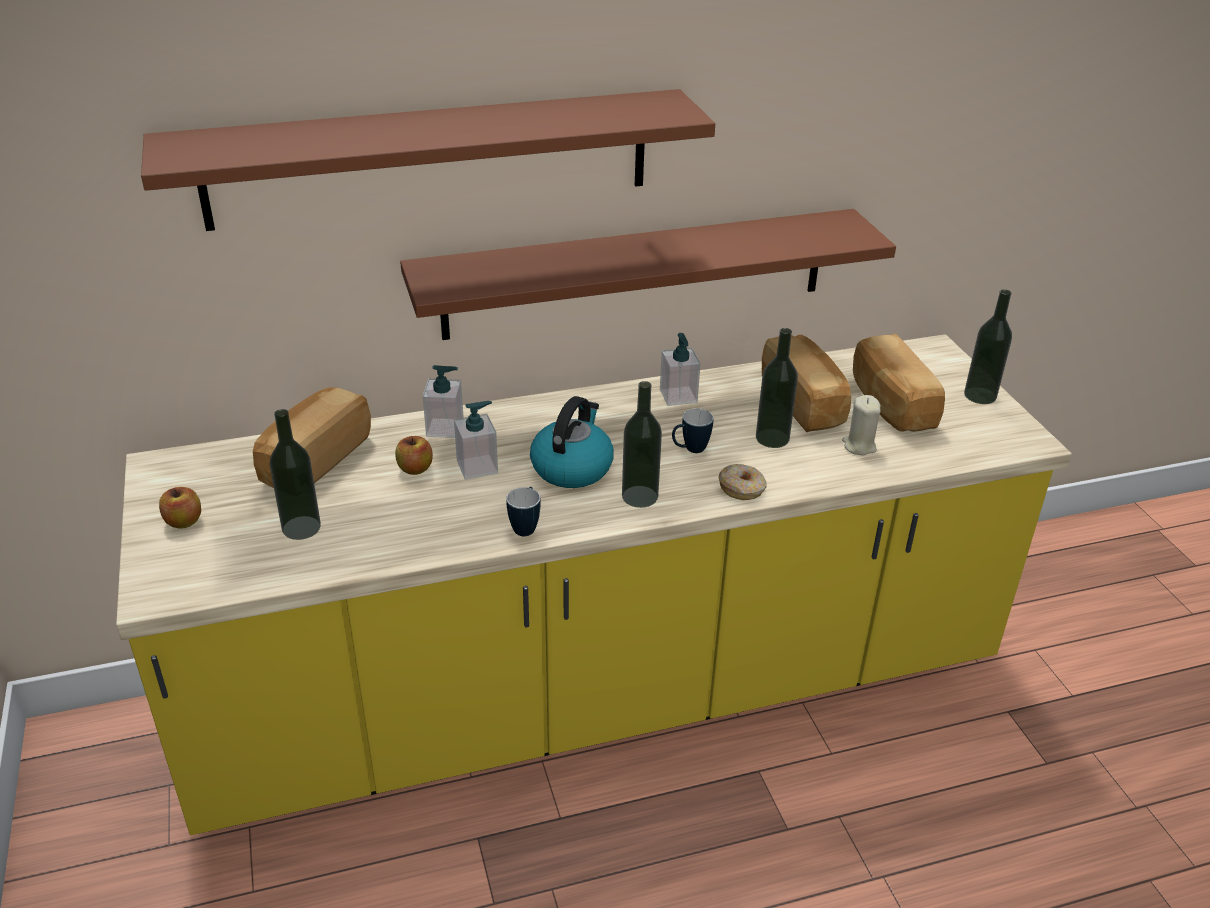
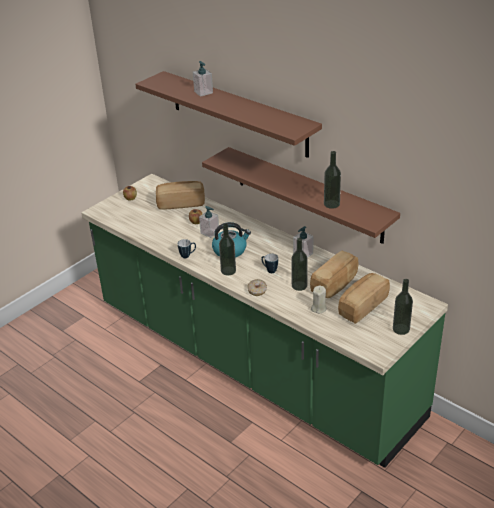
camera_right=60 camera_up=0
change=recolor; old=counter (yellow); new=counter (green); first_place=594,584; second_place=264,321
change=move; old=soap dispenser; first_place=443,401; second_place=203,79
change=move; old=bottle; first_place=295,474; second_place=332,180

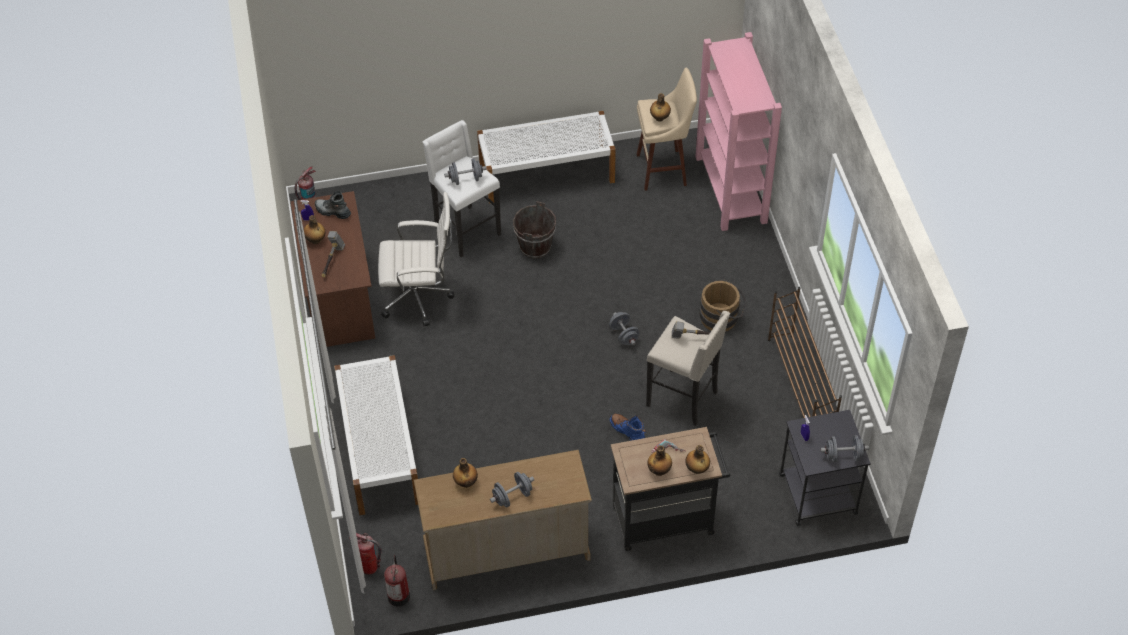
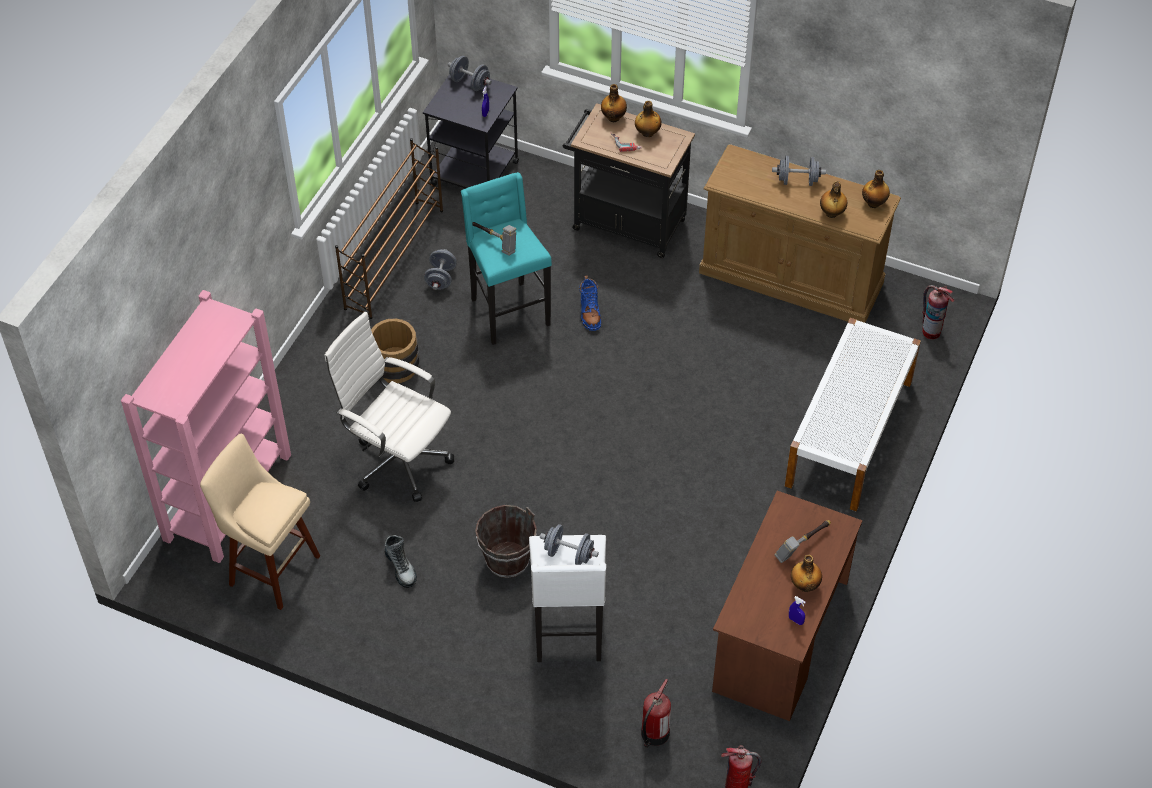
camera_right=-145 camera_up=0
change=move; old=bottle; first_place=660,107; second_place=876,189
change=delete; old=bench (white); first_place=546,157
change=move; old=boot; first_place=333,205; second_place=401,561
change=move; old=office chair (white); first_place=416,259; second_place=389,407
change=recolor; old=stool (beige); new=stool (turquoise); first_place=688,368; second_place=506,258
change=move; old=dumbbell (grey); first_place=624,328; second_place=440,269
change=move; old=fire extinguisher; first_place=397,581; second_place=656,713

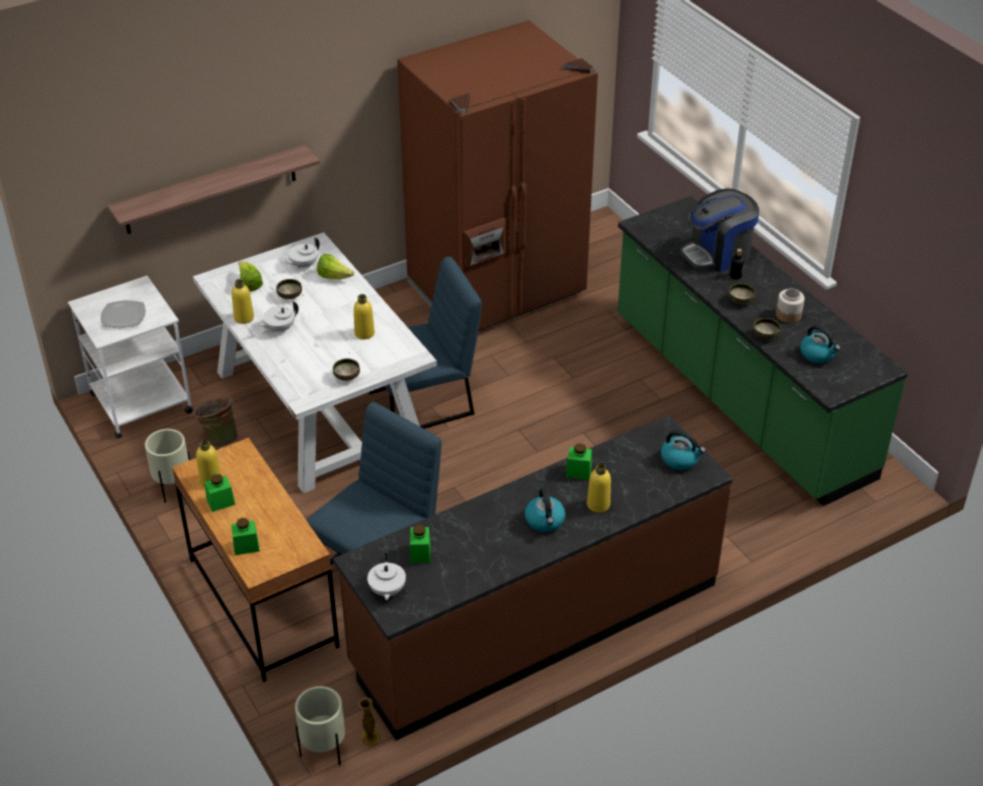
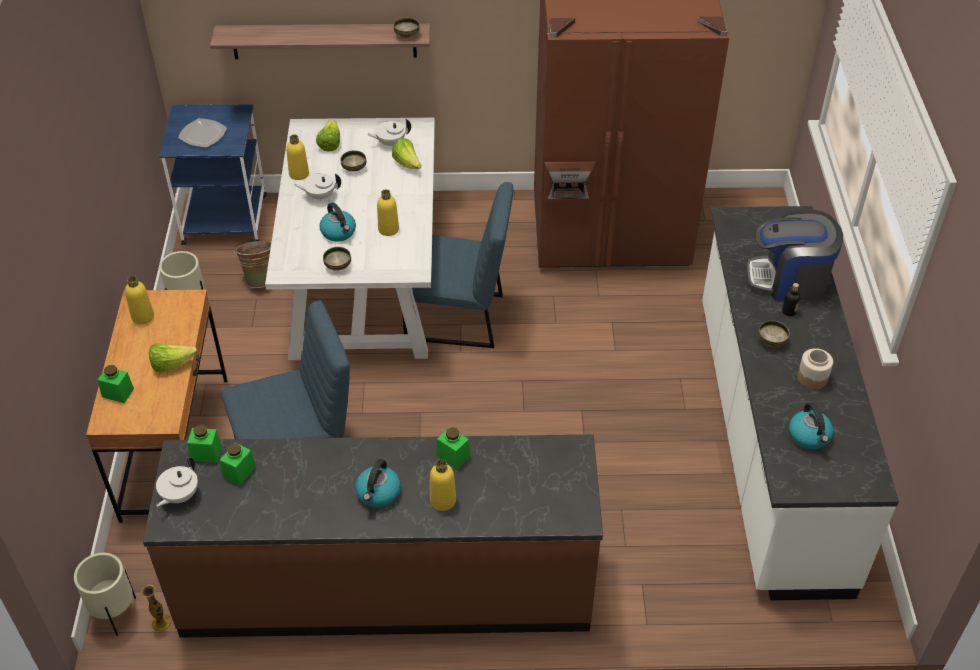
camera_right=30 camera_up=5
change=recolor; old=counter (green); new=counter (white); first_place=763,351; second_place=800,403
change=recolor; old=cart (white); new=cart (blue); first_place=130,357; second_place=213,174
change=move; old=bowl; first_place=766,328; second_place=407,27
change=move; old=kettle; first_place=683,450; second_place=337,222
change=move; old=jar (green); first_place=220,493; second_place=204,443
change=insert; new=lettuce; second_place=173,357

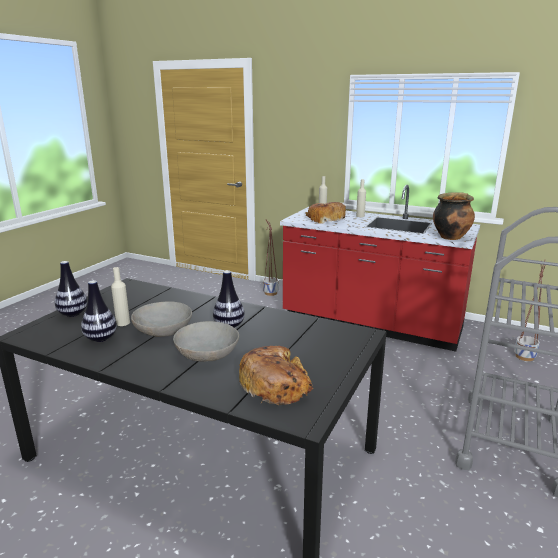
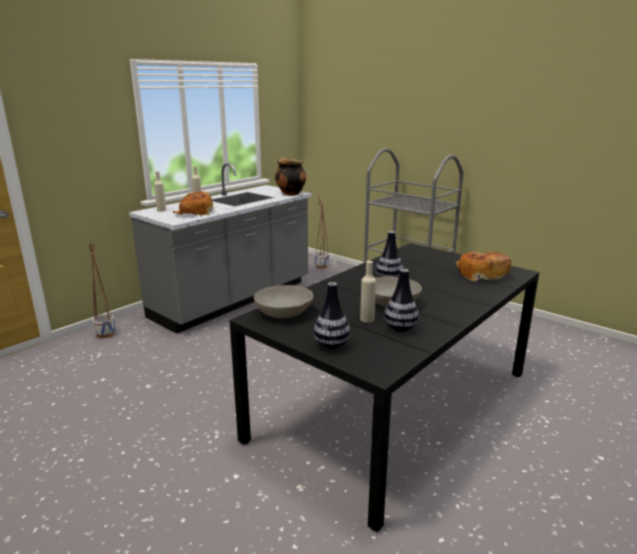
camera_right=-75 camera_up=0
change=recolor; old=counter (red); new=counter (grey); first_place=380,268; second_place=220,248
change=move; old=bowl (grey); first_place=206,341; second_place=283,301

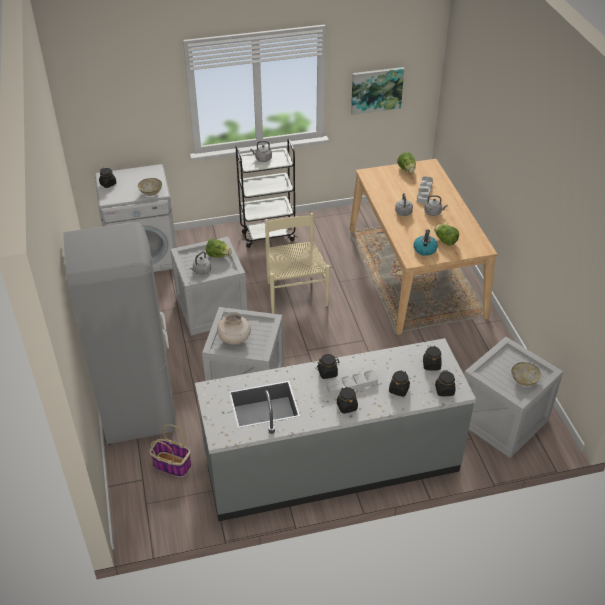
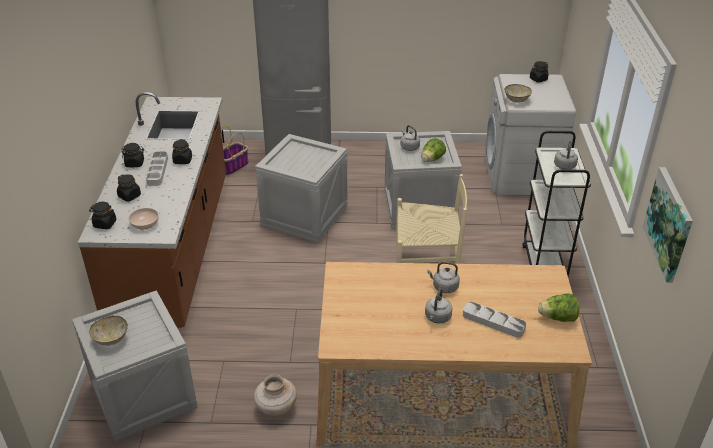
camera_right=105 camera_up=-5
change=delete; old=lettuce; first_place=446,235
change=delete; old=kettle; first_place=426,242
change=move; old=vase (beige); first_place=234,328; second_place=275,395
change=recolor; old=counter (grey); new=counter (brown); first_place=335,429; second_place=152,210
change=replace; old=jar (black); new=bowl; first_place=432,358; second_place=143,218

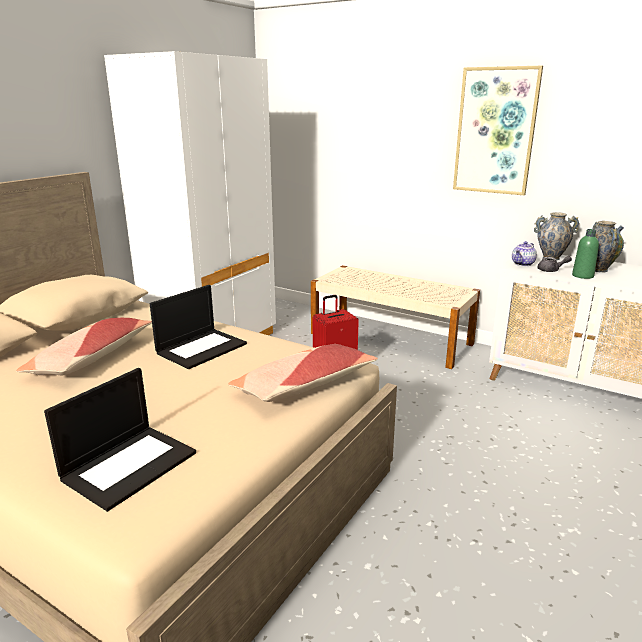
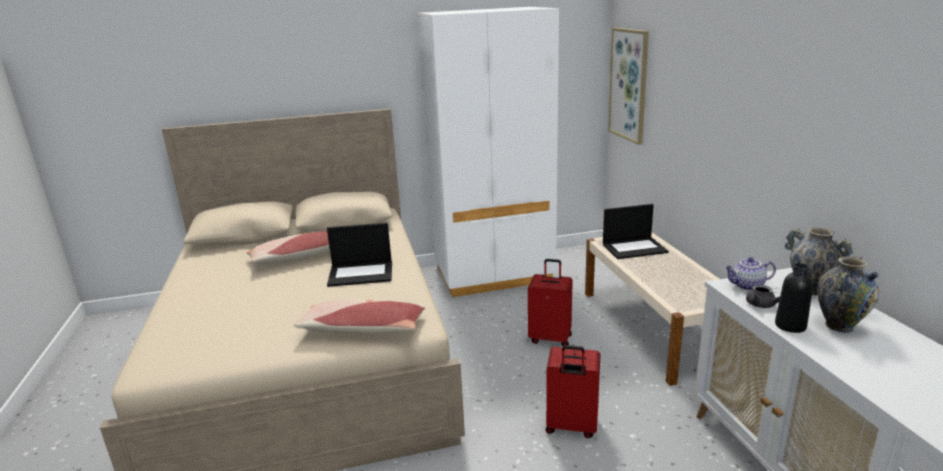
camera_right=45 camera_up=0
change=move; old=picture; first_place=498,130; second_place=628,86
change=recolor; old=bottle (green); new=bottle (black); first_place=585,254; second_place=794,298
change=move; old=laptop; first_place=120,440; second_place=636,231
change=insert; new=suitcase (red); second_place=573,391

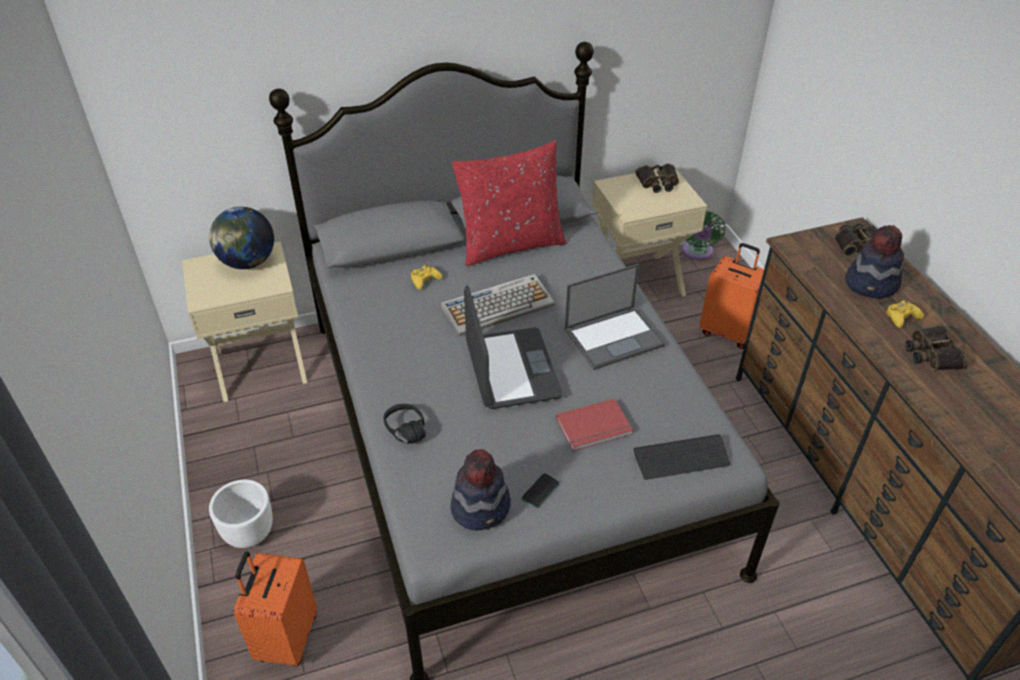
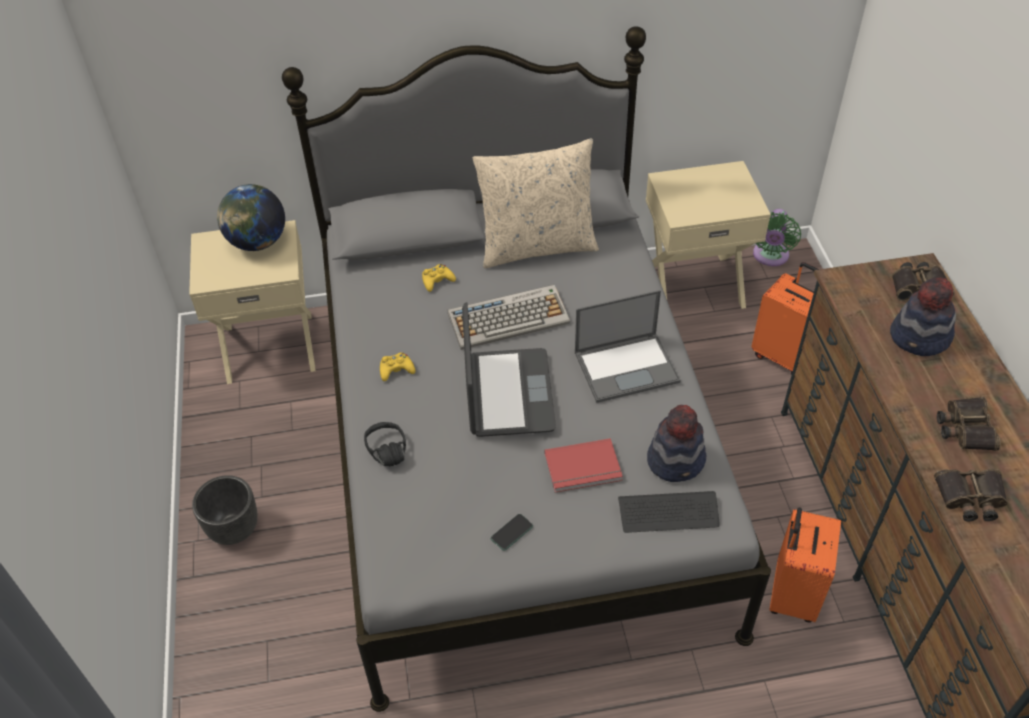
camera_right=10 camera_up=5
change=recolor; old=pillow (red); new=pillow (beige); first_place=509,203; second_place=536,203
change=move; old=binoculars; first_place=657,178; second_place=971,495
change=move; old=game controller (yellow); first_place=905,314; second_place=397,366
change=move; old=hat; first_place=481,490; second_place=676,443
change=recolor; old=planter (white); new=planter (black); first_place=241,514; second_place=225,510
change=move; old=suitcase (orange); first_place=275,609; second_place=805,565

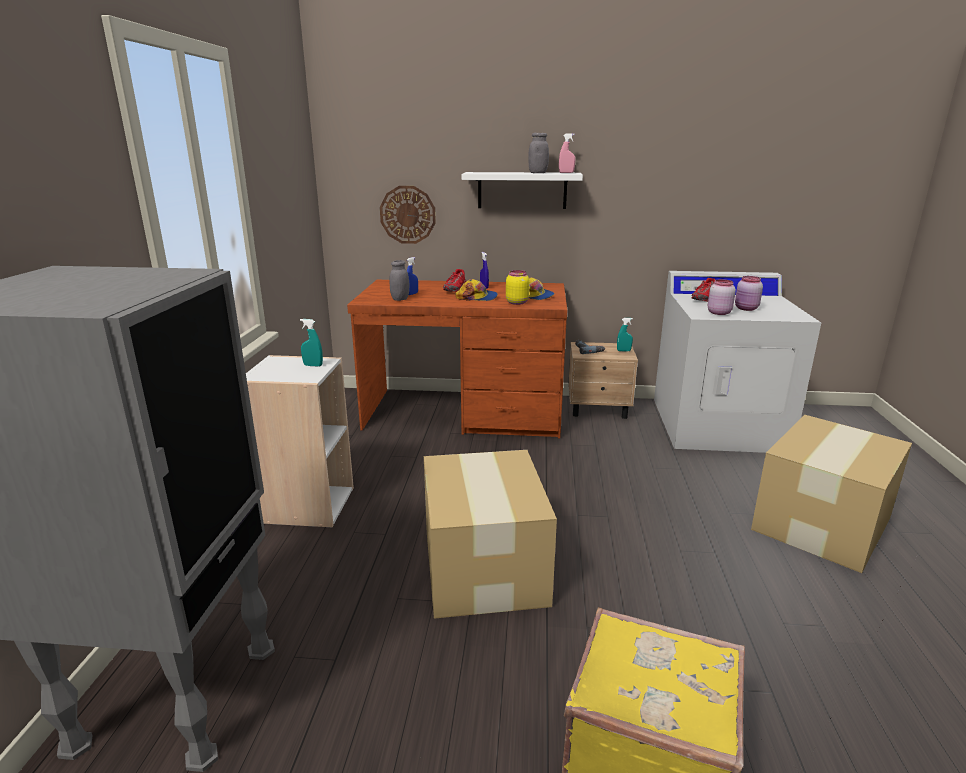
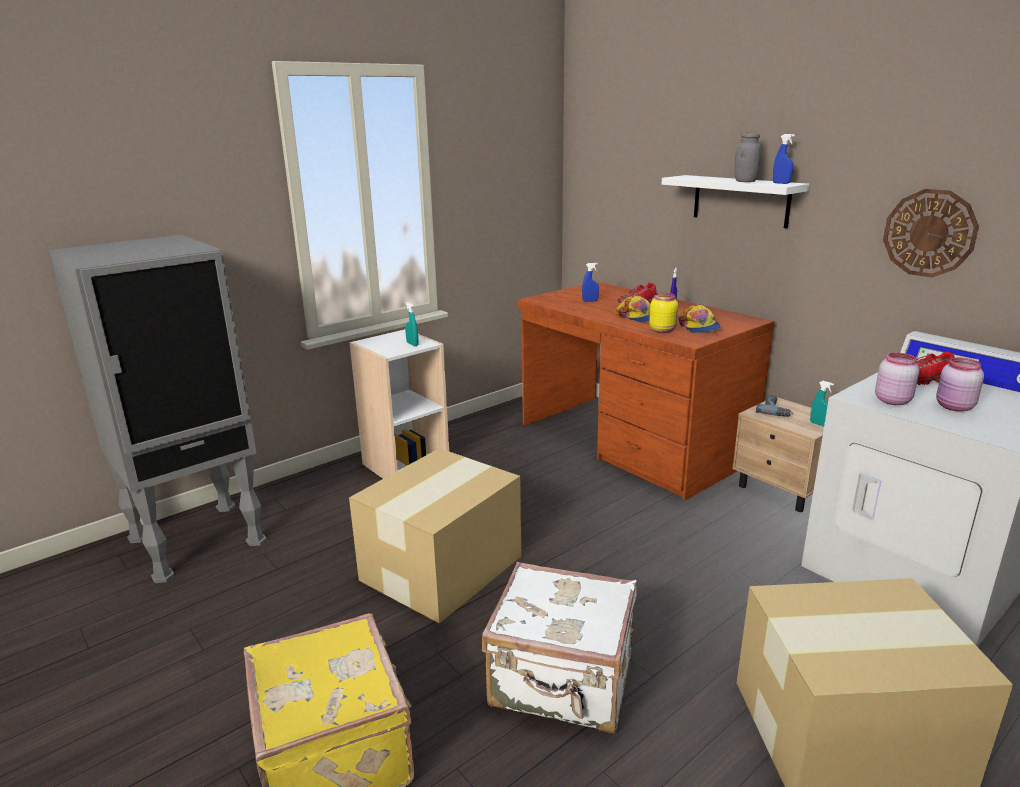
camera_right=45 camera_up=0
change=recolor; old=spray bottle (pink); new=spray bottle (blue); first_place=567,153; second_place=784,159
change=move; old=wall clock; first_place=408,215; second_place=931,233
change=delete; old=jar (grey); first_place=399,280
change=insert; new=suitcase (white); second_place=559,647

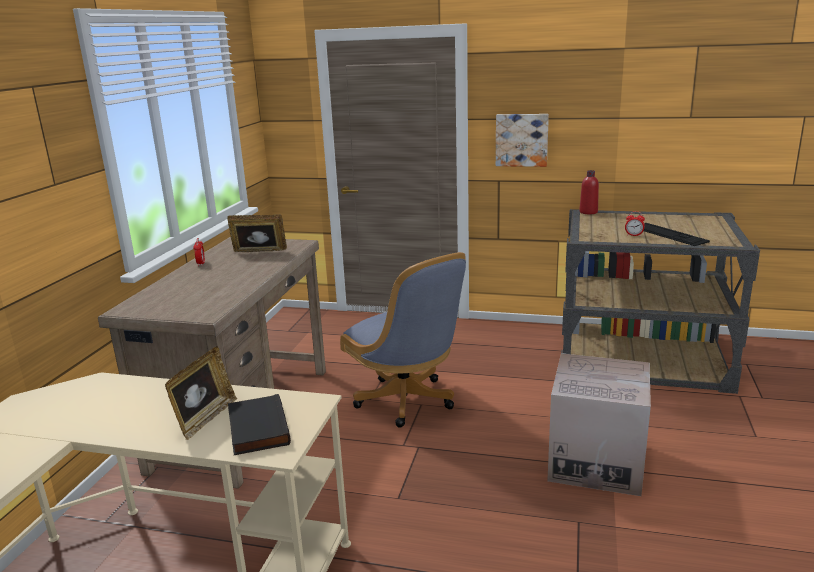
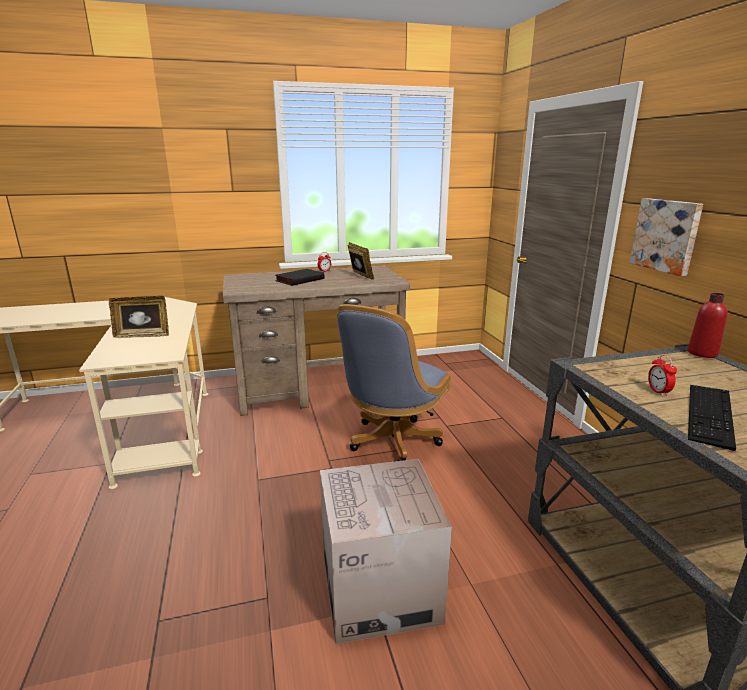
camera_right=60 camera_up=0
change=move; old=book (black); first_place=259,424; second_place=300,277

